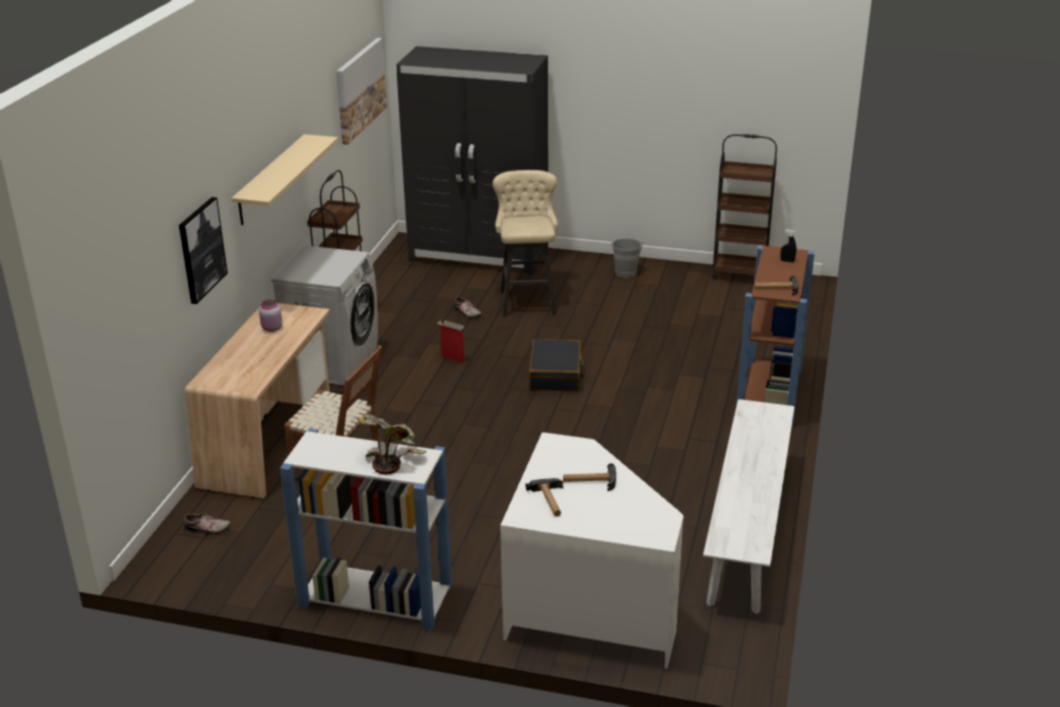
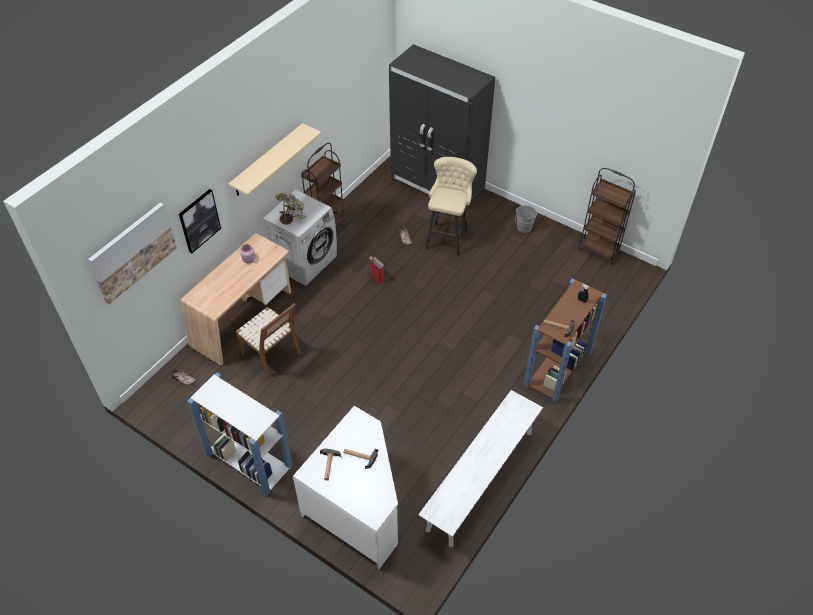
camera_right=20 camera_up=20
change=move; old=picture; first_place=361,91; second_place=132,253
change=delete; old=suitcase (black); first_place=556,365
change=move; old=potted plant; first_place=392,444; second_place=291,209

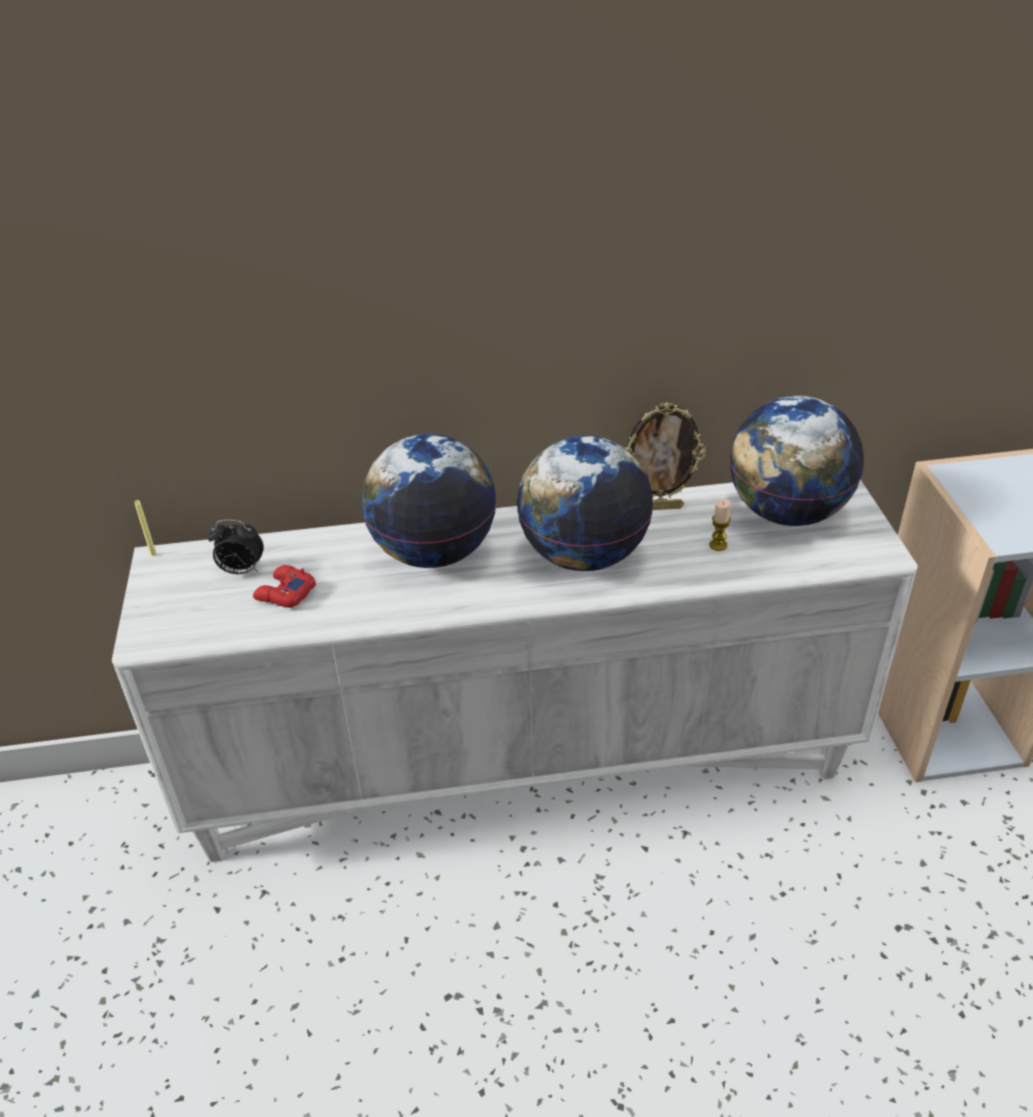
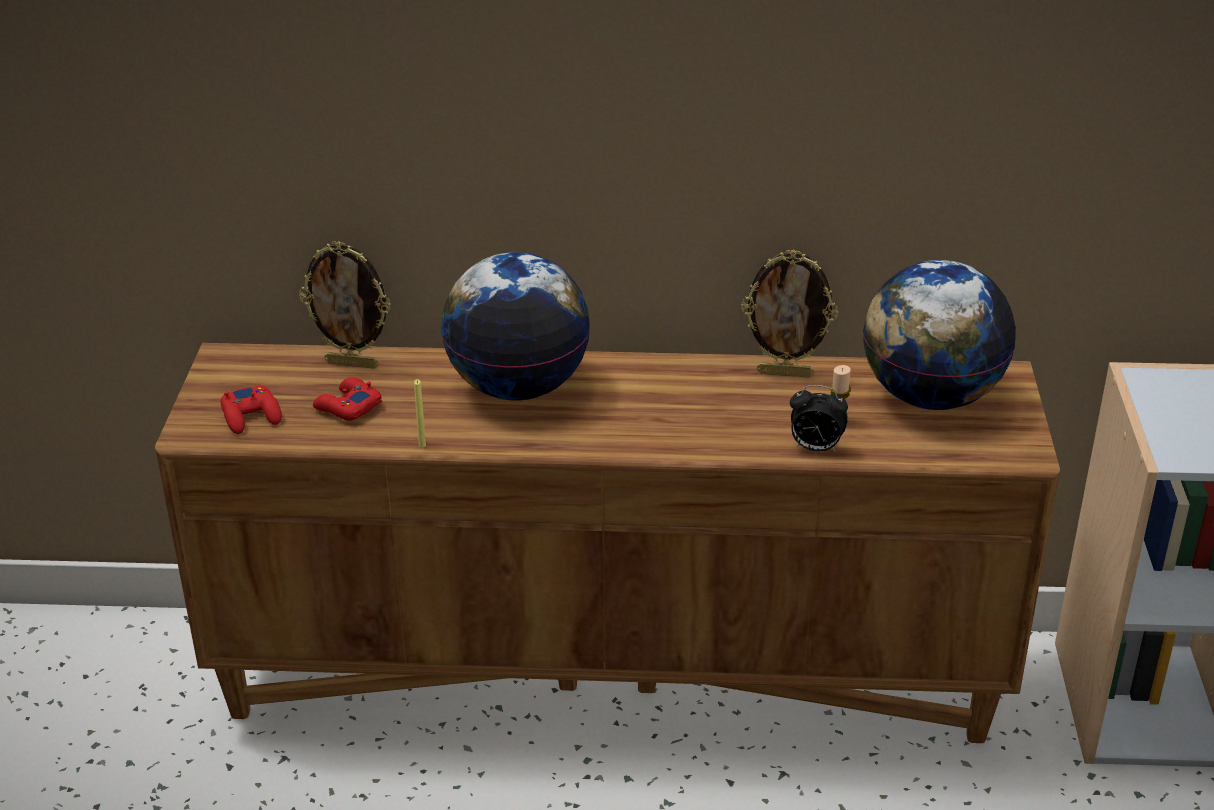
camera_right=10 camera_up=-5
change=delete; old=globe; first_place=585,503
change=recolor; old=dresser (white); new=dresser (brown); first_place=515,671; second_place=607,543
change=move; old=candle (yellow); first_place=145,528; second_place=420,413
change=move; old=alarm clock; first_place=235,547; second_place=819,418
change=insert; new=picture frame; second_place=345,305
change=insert; new=game controller (red); second_place=251,409

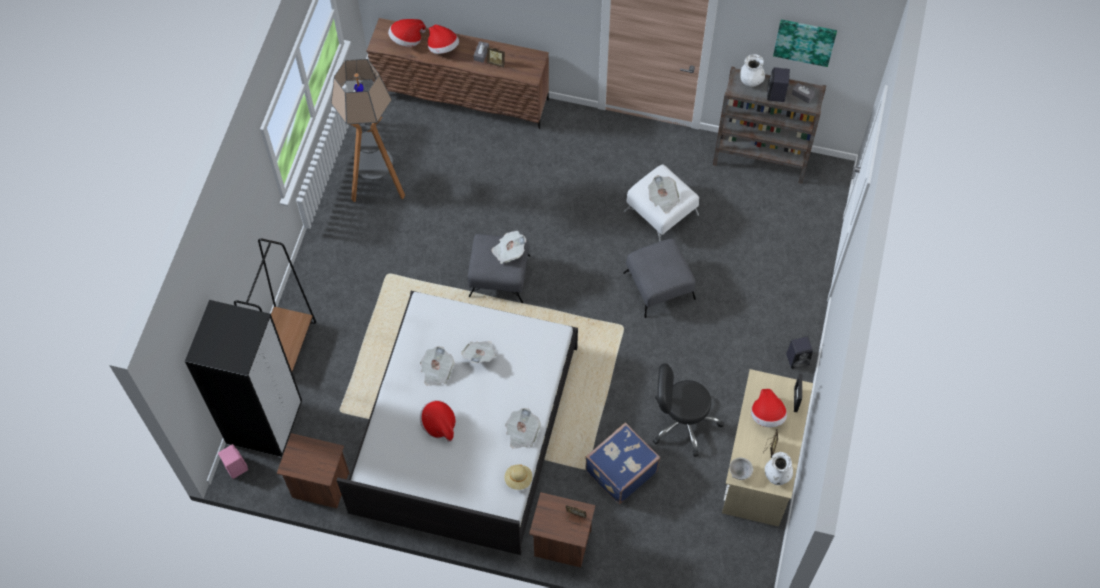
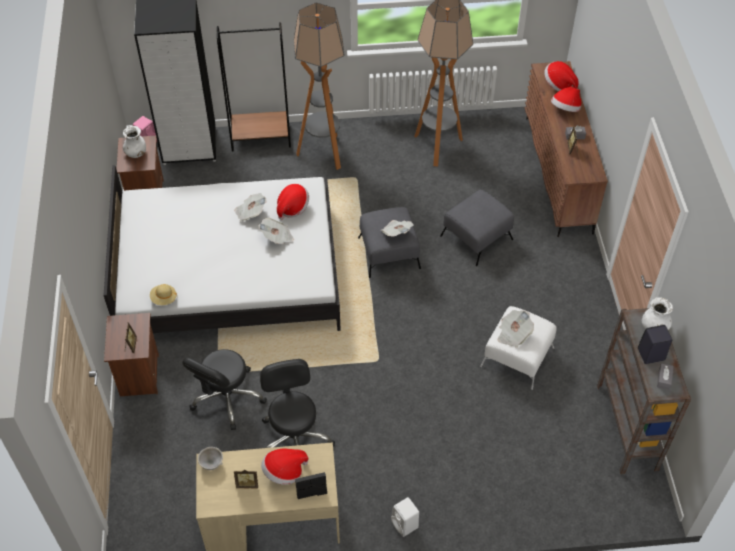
camera_right=70 camera_up=-10
change=delete; old=picture; first_place=805,43
change=move; old=ottoman (grey); first_place=659,278; second_place=477,227
change=recolor; old=speaker (black); new=speaker (white); first_place=799,353; second_place=405,517
change=move; old=hat; first_place=438,421; second_place=293,202
change=delete; old=newspaper; first_place=523,428
change=replace; old=suitcase (blue); new=office chair (black); first_place=622,463; second_place=224,389
change=move; old=vase (white); first_place=779,468; second_place=134,142
change=insert; new=floor lamp; second_place=319,86

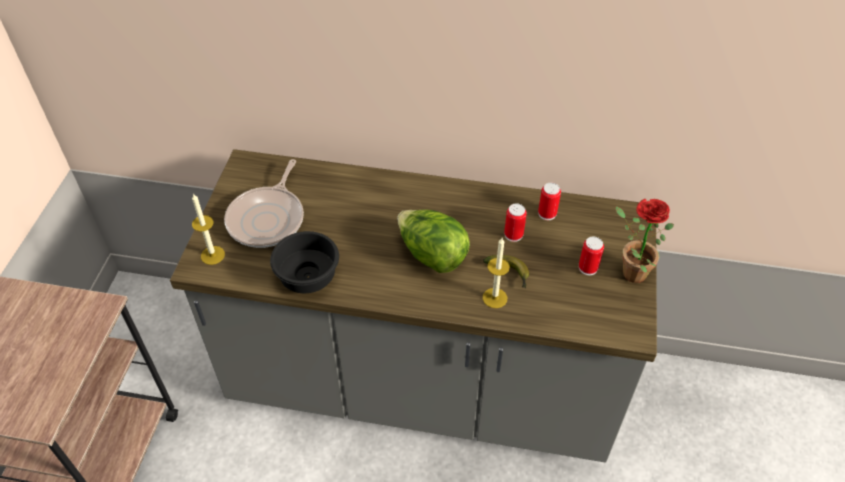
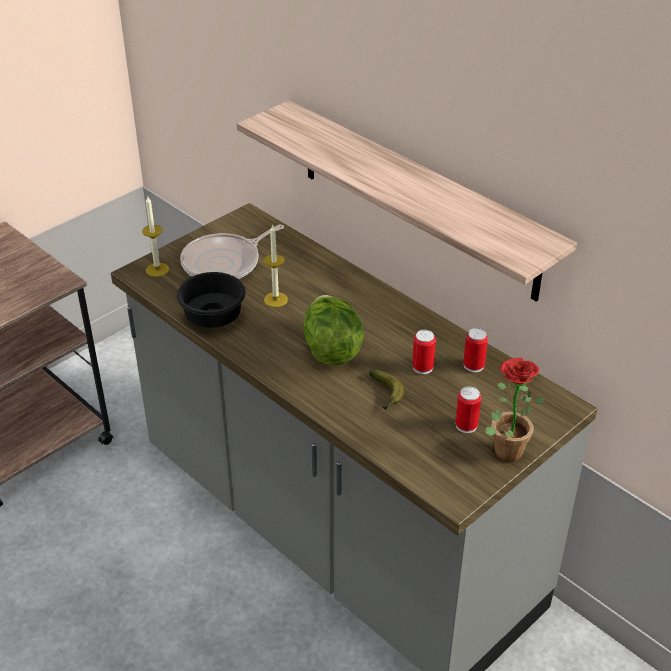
camera_right=35 camera_up=-10
change=move; old=candle; first_place=496,273; second_place=276,265
change=insert; new=shelf; second_place=407,201

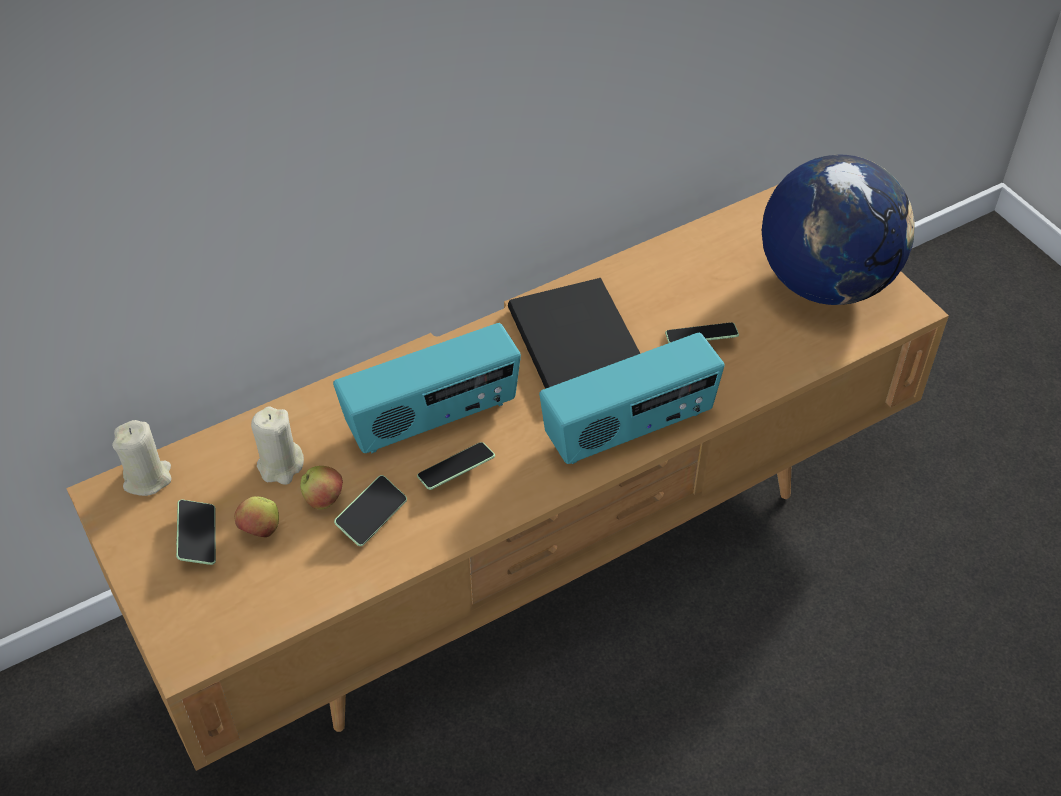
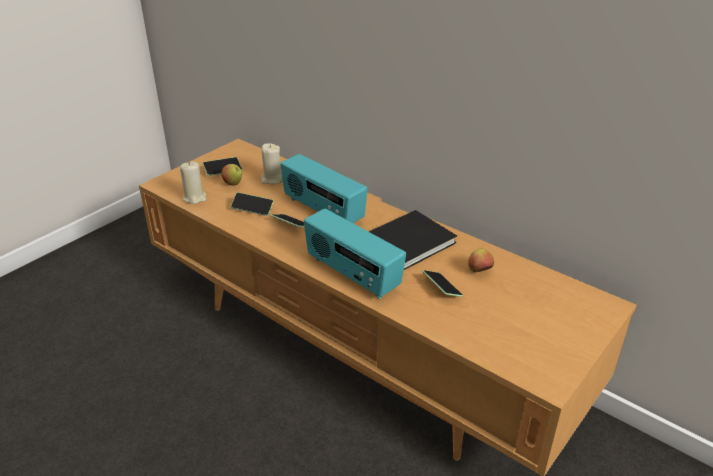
camera_right=70 camera_up=-15
change=delete; old=globe; first_place=838,230
change=move; old=candle (beige); first_place=142,458; second_place=193,182
change=move; old=apple; first_place=321,488; second_place=481,260

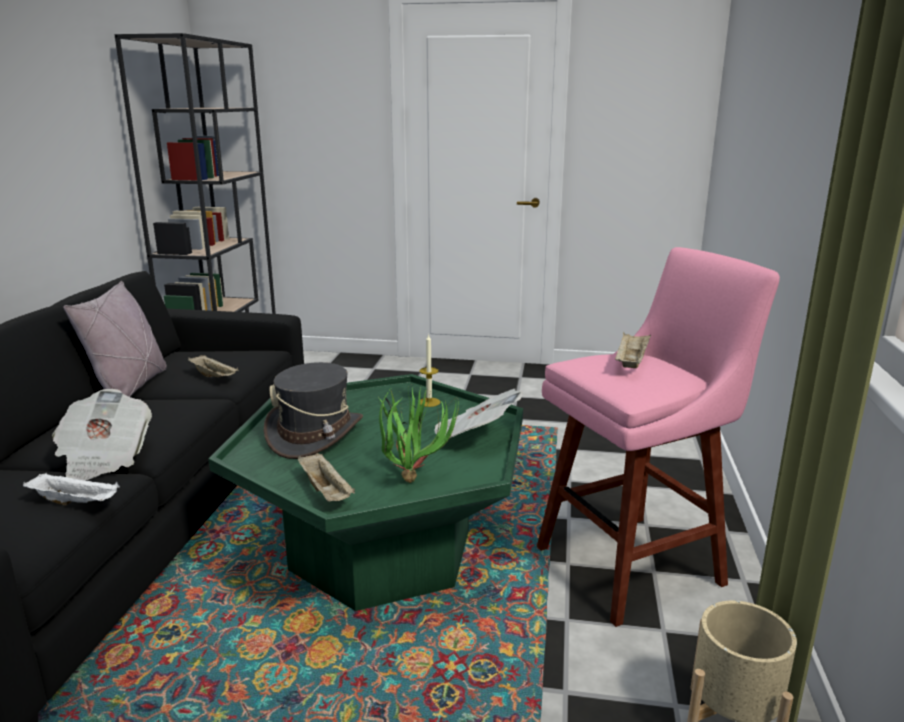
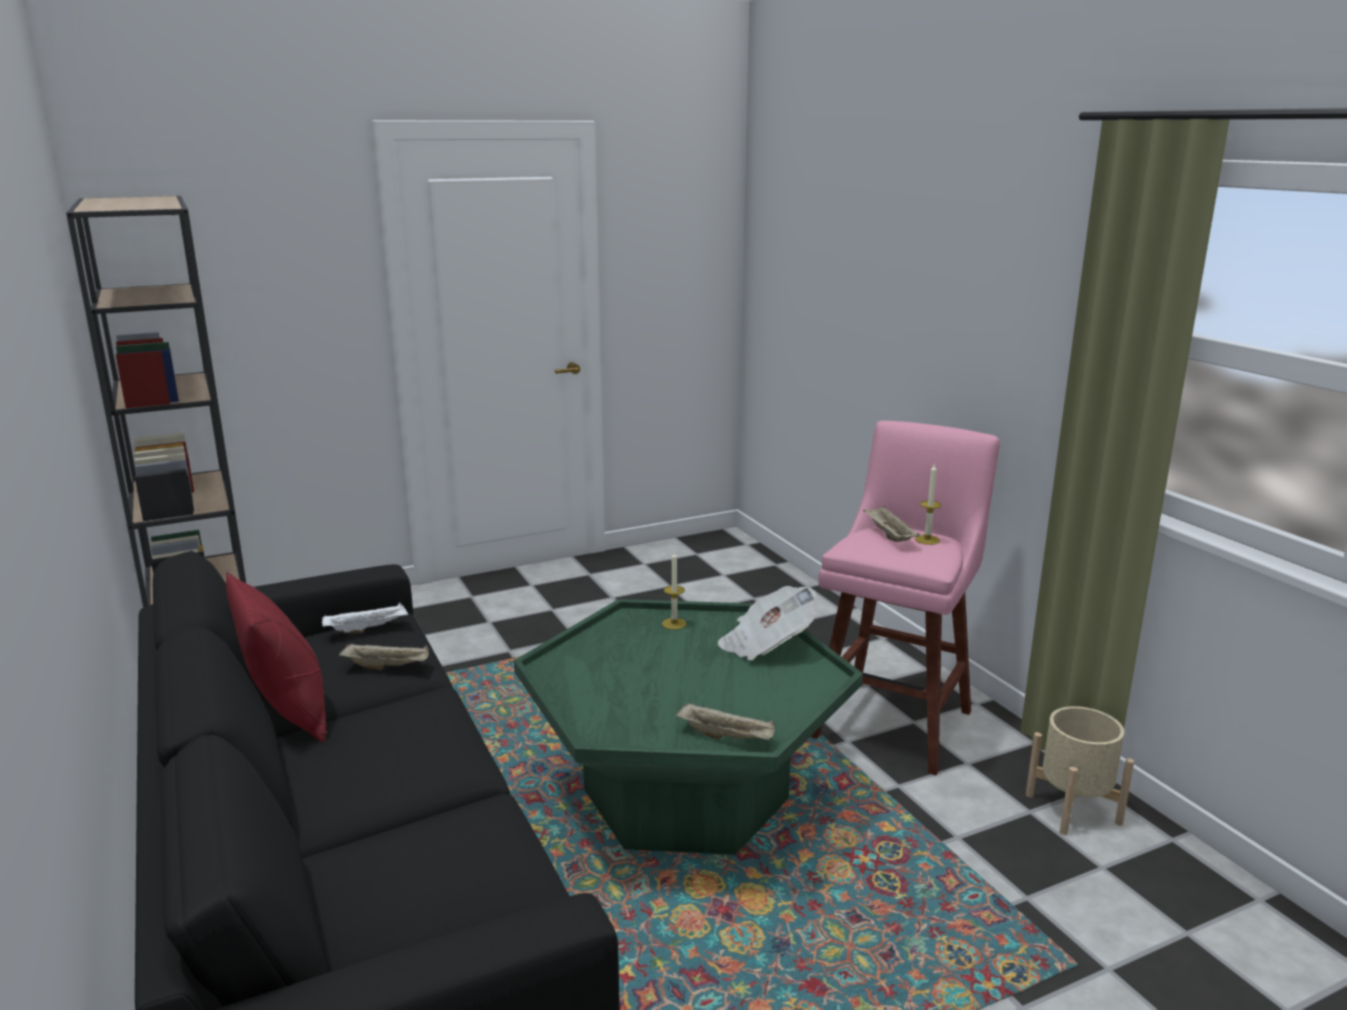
camera_right=-35 camera_up=0
change=recolor; old=pillow (purple); new=pillow (red); first_place=115,339; second_place=276,657
change=delete; old=hat (grey); first_place=313,410
change=delete; old=potted plant; first_place=418,435
change=delete; old=newspaper; first_place=102,435
change=move; old=tray (white); first_place=71,489; second_place=365,618
change=insert; new=candle; second_place=928,504

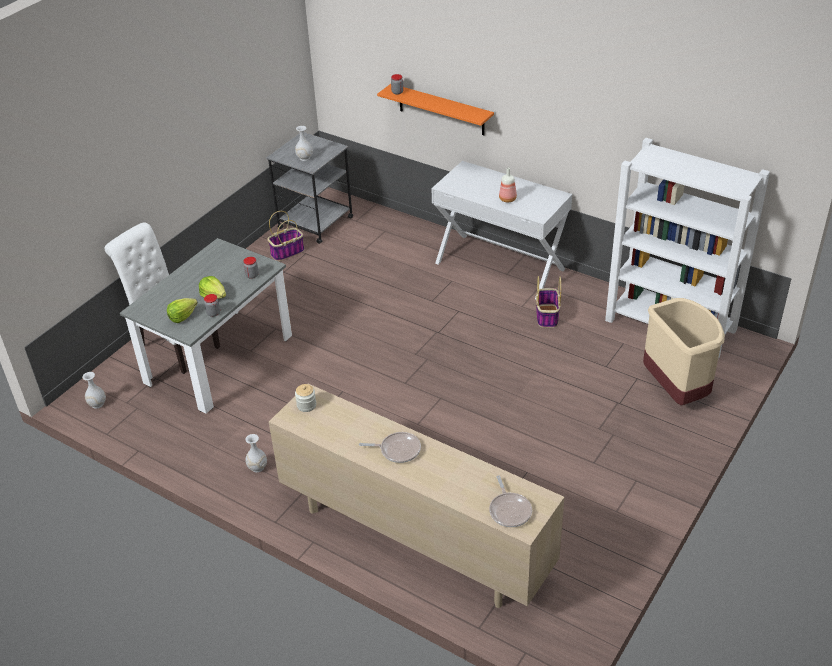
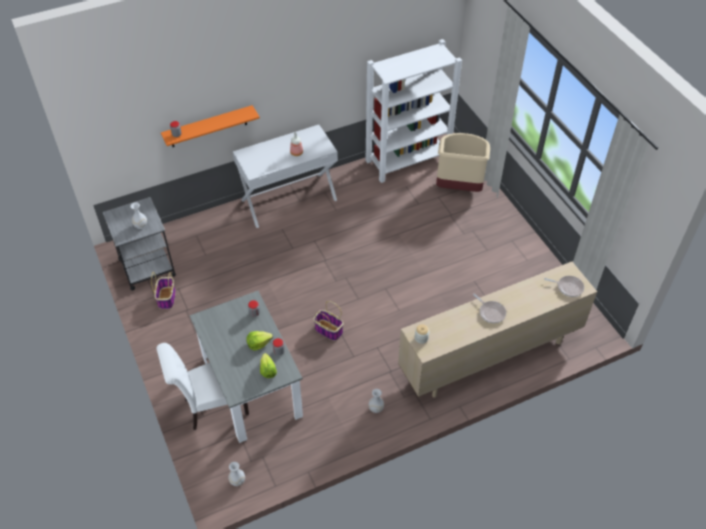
camera_right=-60 camera_up=10
change=move; old=basket; first_place=548,302; second_place=328,321
change=rotate; old=frying pan; first_place=390,447; second_place=489,308; degrees=105

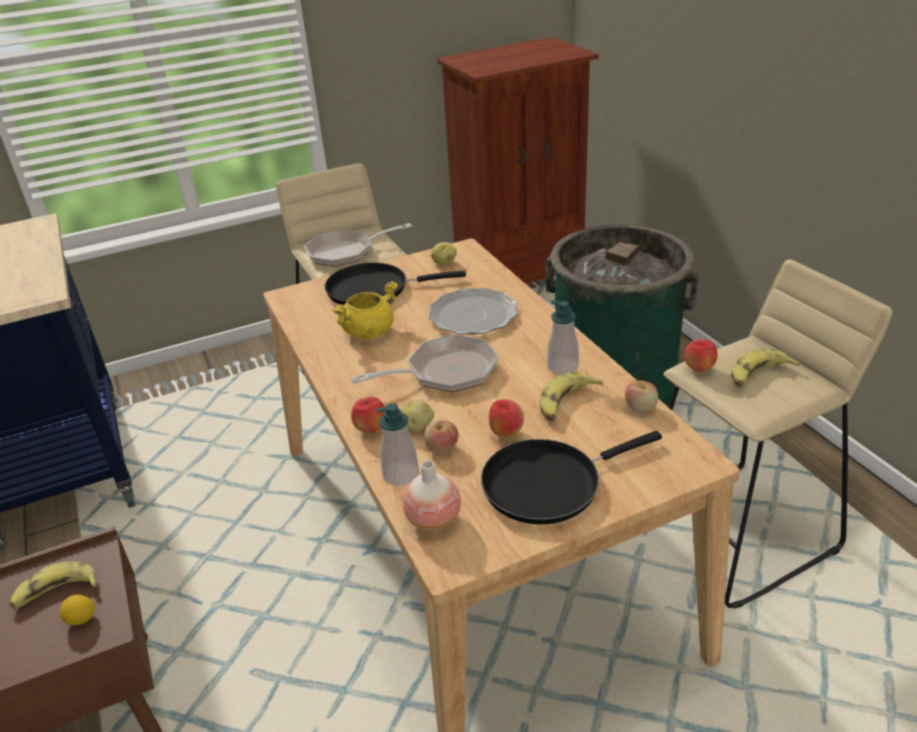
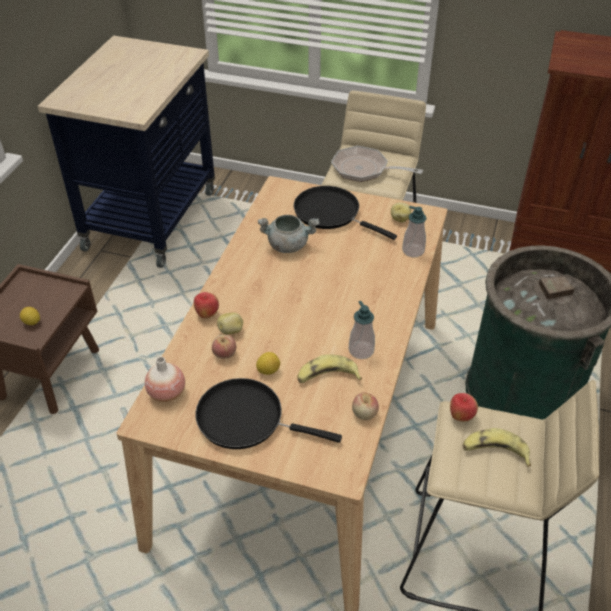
camera_right=40 camera_up=10
change=recolor; old=cooking pot (yellow); new=cooking pot (grey); first_place=365,310; second_place=288,234
change=delete; old=plate; first_place=473,311
change=delete; old=frying pan; first_place=425,363
change=replace; old=apple; new=lemon; first_place=506,418; second_place=268,363
change=move; old=soap dispenser; first_place=397,444; second_place=414,231
change=delete; old=banana; first_place=54,585

